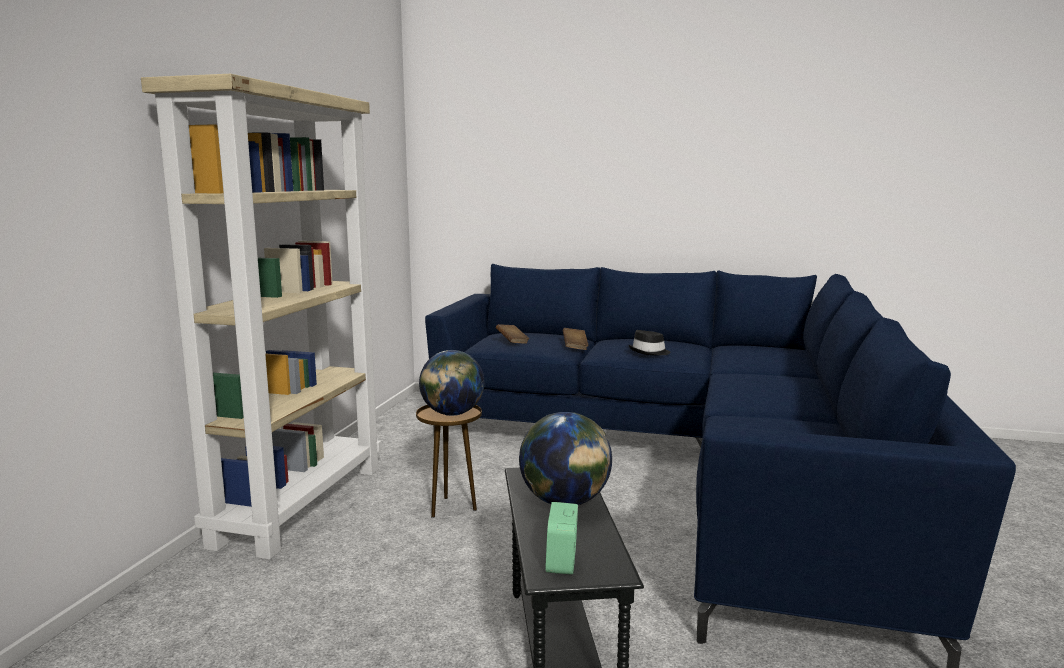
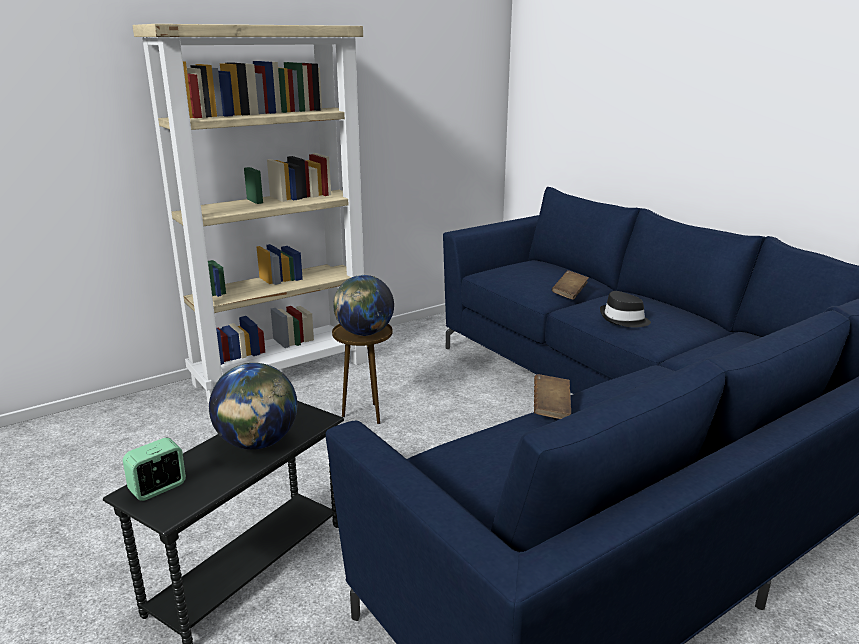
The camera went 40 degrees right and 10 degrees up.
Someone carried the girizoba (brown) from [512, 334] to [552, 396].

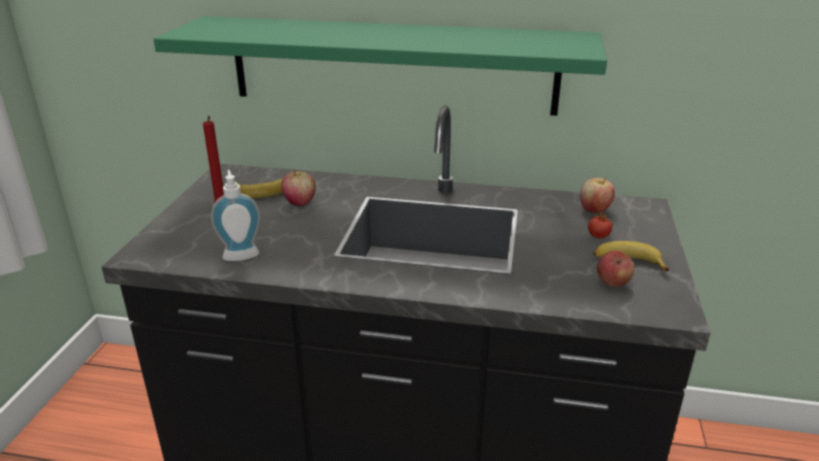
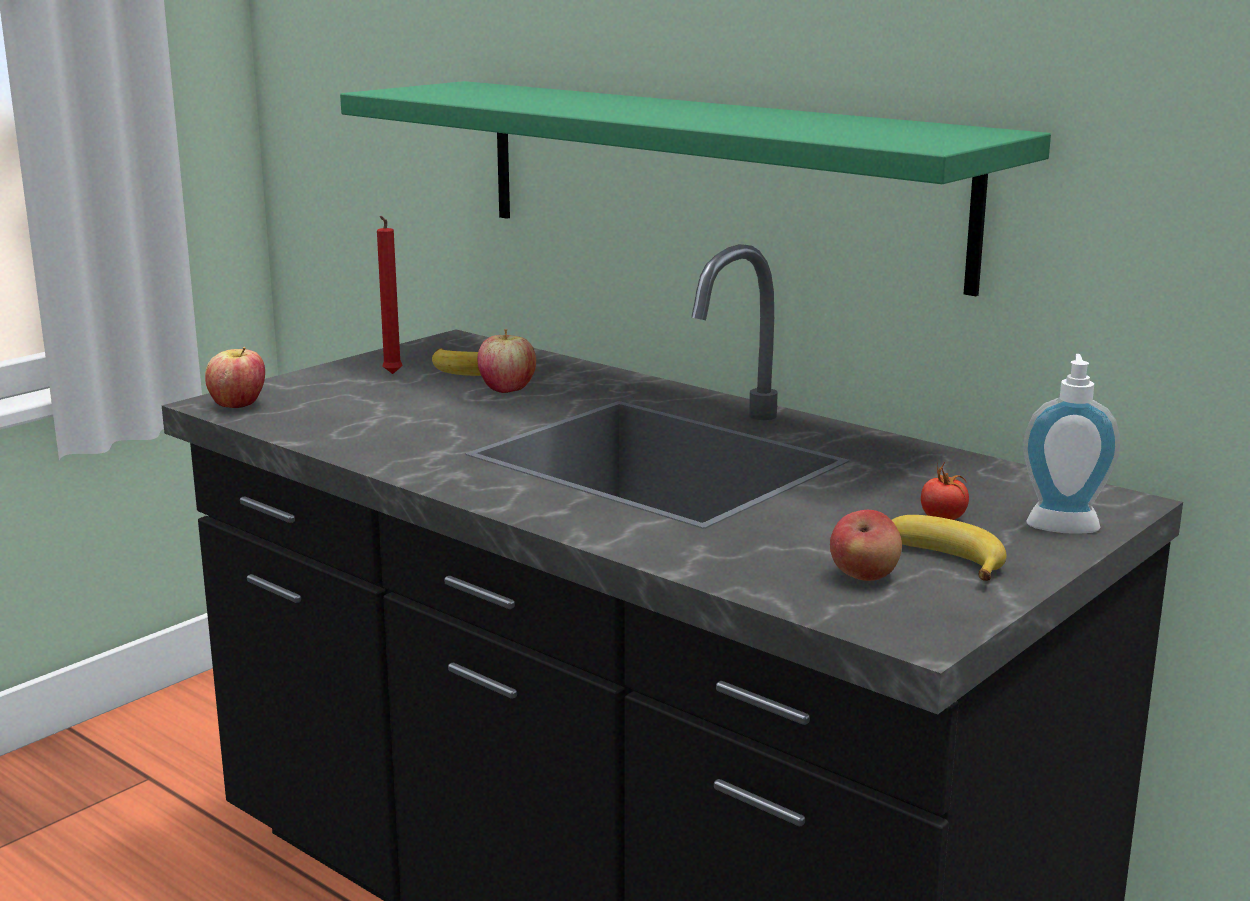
The camera went 30 degrees right and 10 degrees down.
Someone carried the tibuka from [235, 215] to [1071, 444].
Someone carried the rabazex from [597, 195] to [235, 377].

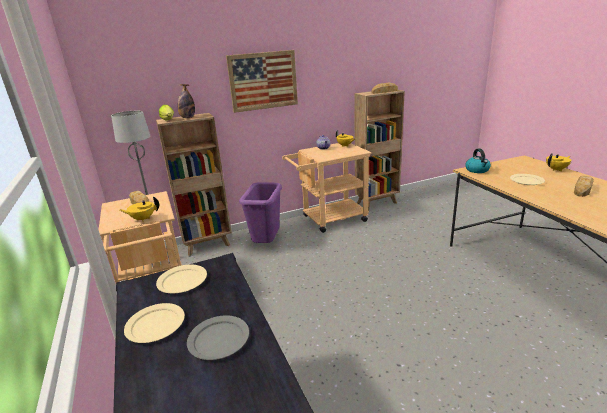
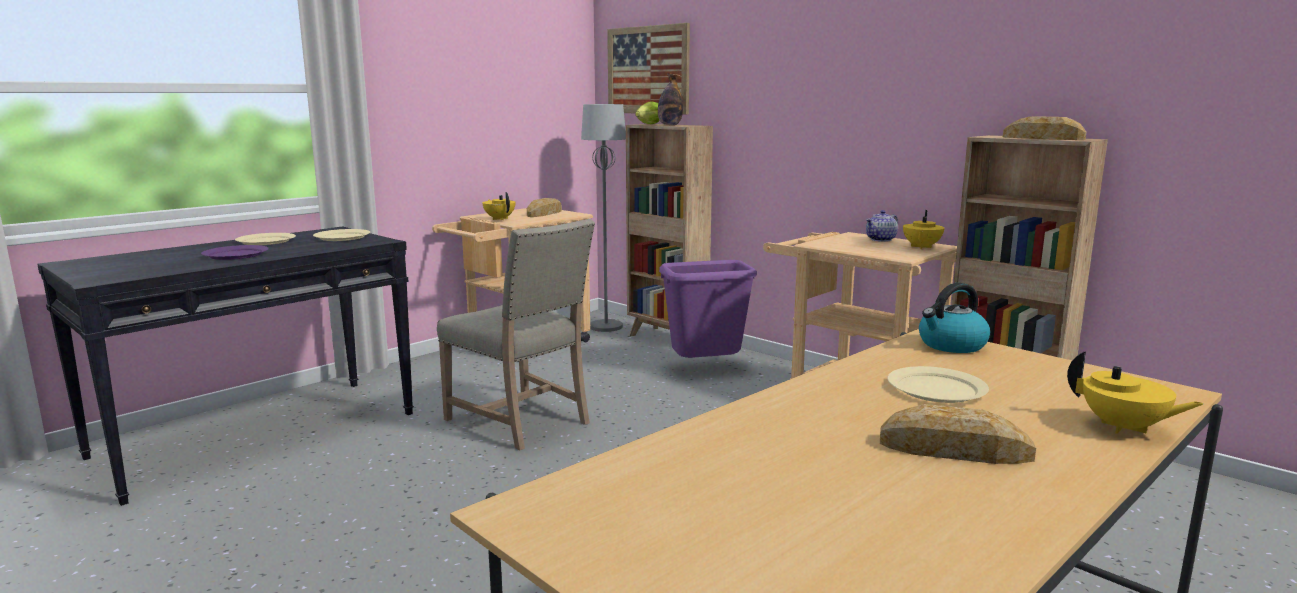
The camera went 65 degrees right and 10 degrees down.
Someone put down the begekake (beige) at [516, 334].
Someone carried the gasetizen from [262, 81] to [648, 69].
Someone repainted the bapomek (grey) at [218, 337], which became the bapomek (purple) at [235, 252].

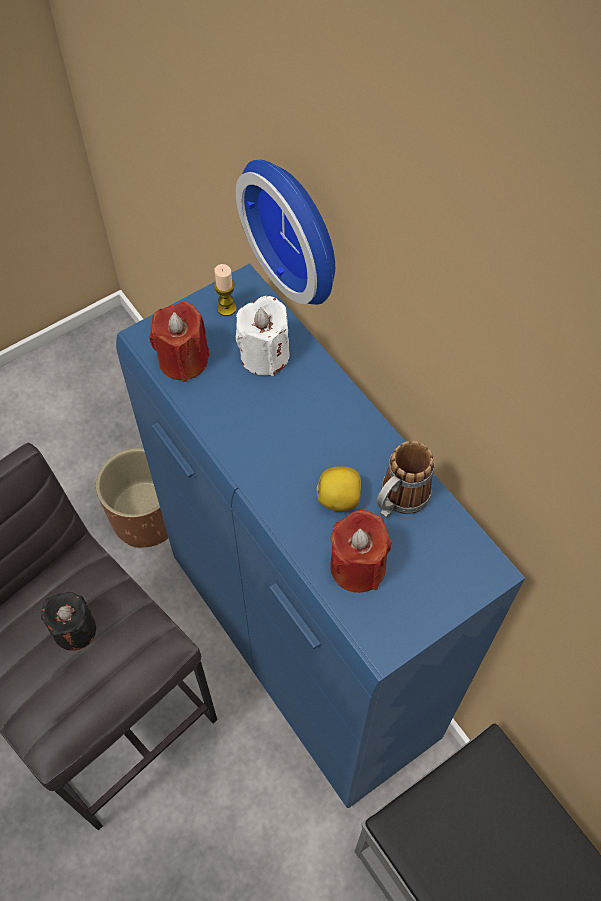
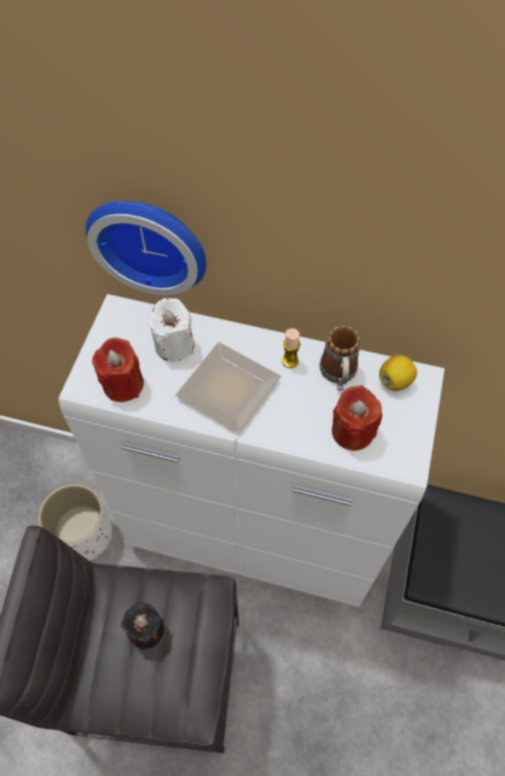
The camera went 40 degrees left and 0 degrees up.
Someone put down the bapomek at [228, 387].
Someone carried the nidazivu from [225, 290] to [291, 348].
Someone carried the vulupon from [339, 488] to [398, 372].
Someone repainted the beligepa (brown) at [132, 498], which became the beligepa (white) at [75, 522].
Someone repainted the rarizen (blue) at [320, 536], which became the rarizen (white) at [252, 450].

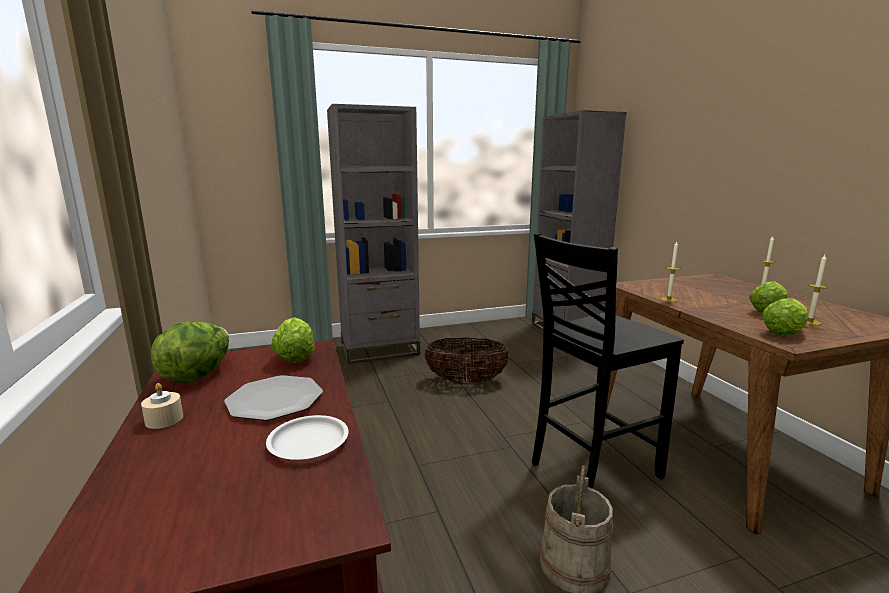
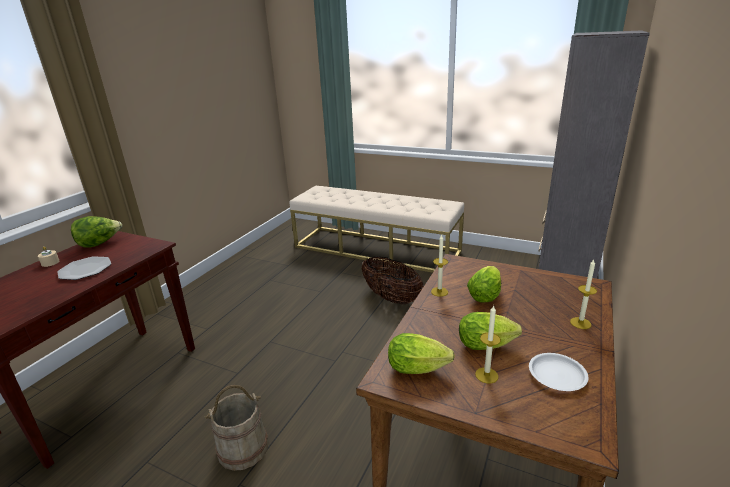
The camera went 45 degrees right and 10 degrees up.
Someone took away the begekake (black) at [608, 361].
Someone carried the bapomek (white) from [307, 437] to [559, 372].
Someone carried the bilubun from [293, 340] to [484, 284].
Someone swapped the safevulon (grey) at [373, 234] for the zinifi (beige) at [376, 229].

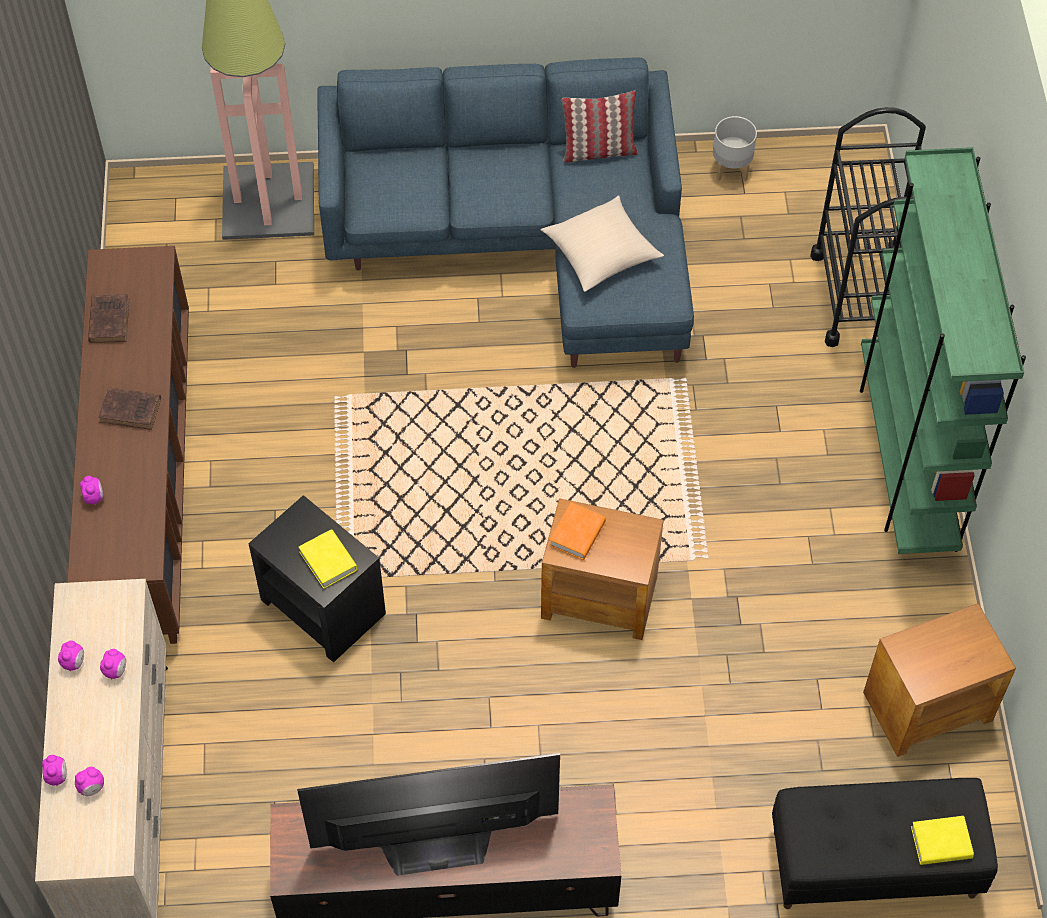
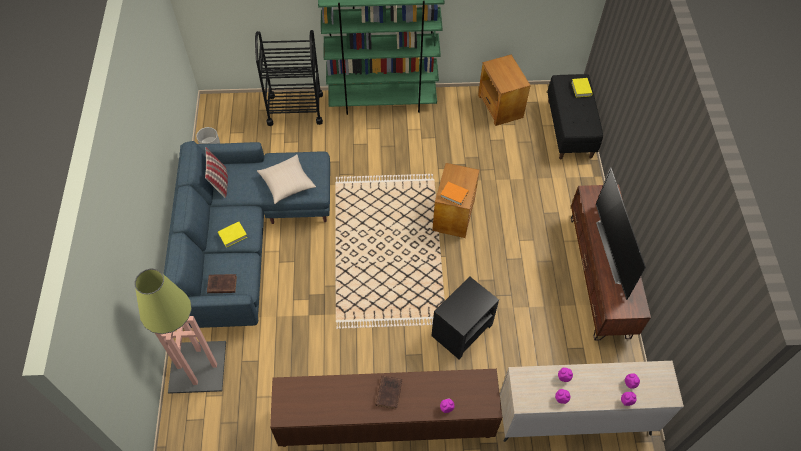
The camera went 90 degrees left and 0 degrees up.
Someone carried the girizoba (brown) from [108, 318] to [222, 283].
Someone carried the girizoba (yellow) from [328, 559] to [232, 235].

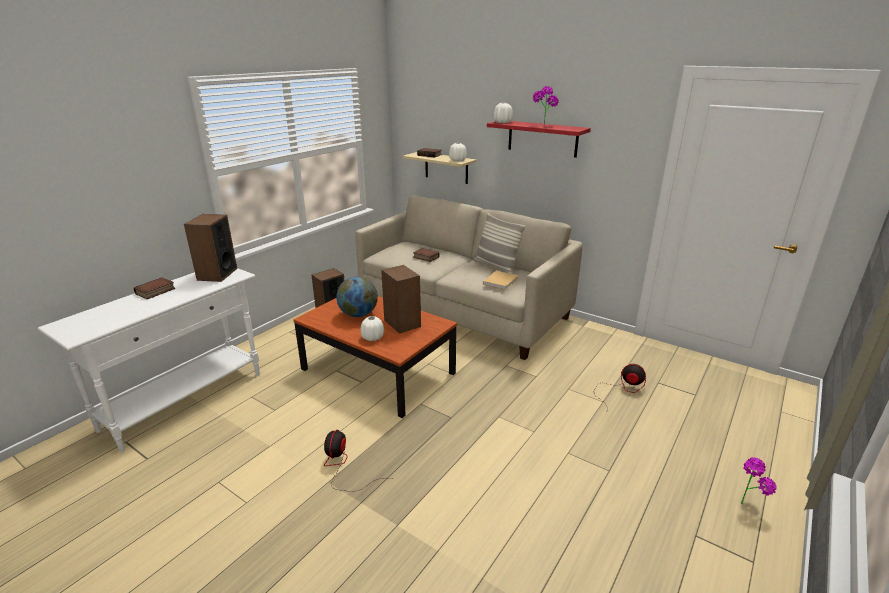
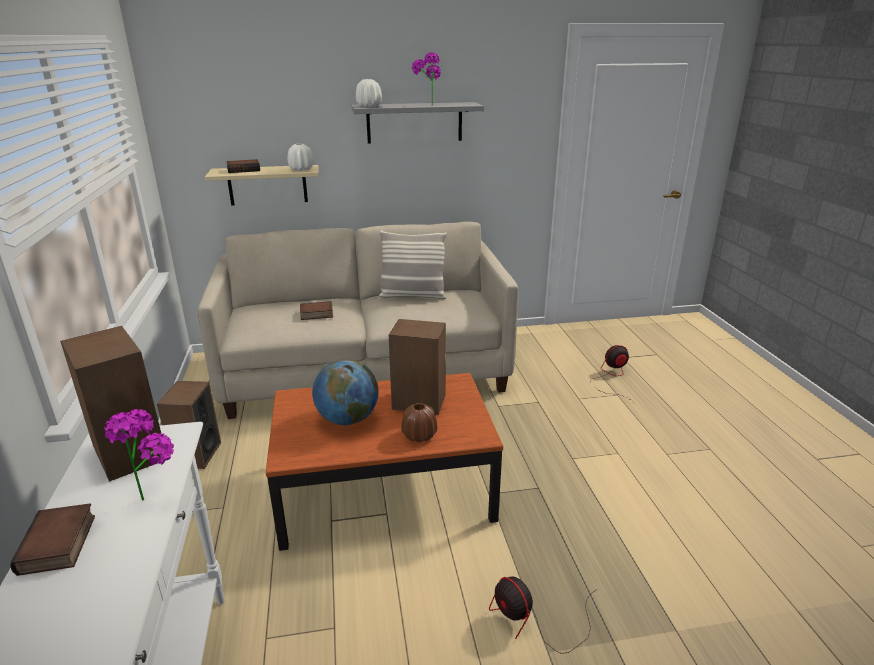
The camera went 45 degrees left and 0 degrees up.
Someone took away the girizoba (beige) at [500, 280].
Someone carried the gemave from [759, 480] to [139, 455].
Someone repainted the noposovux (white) at [372, 328], which became the noposovux (brown) at [419, 422].
Someone repainted the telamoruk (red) at [539, 139], which became the telamoruk (grey) at [418, 123].

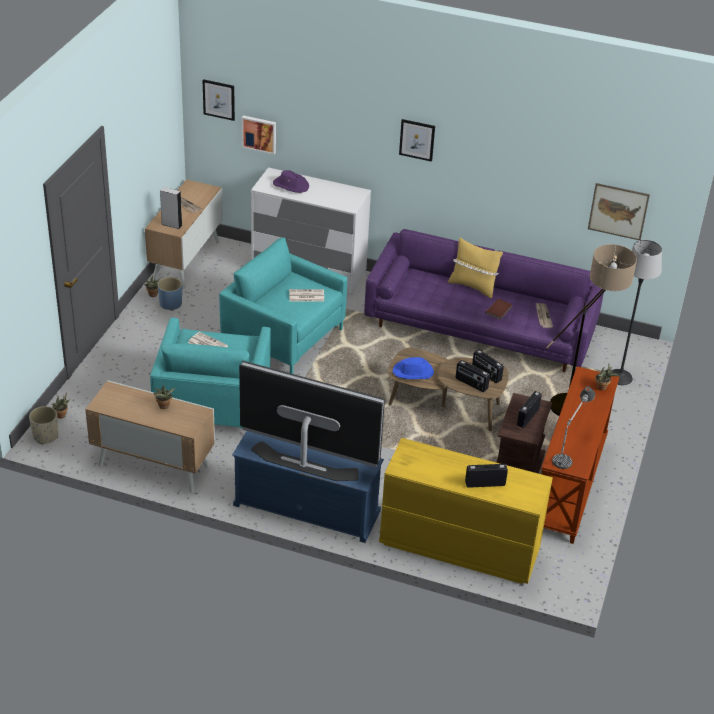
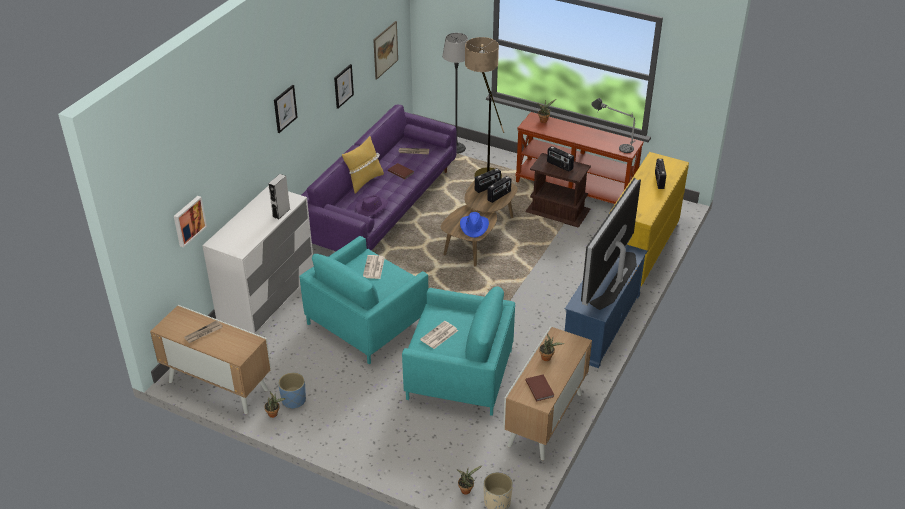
The camera went 80 degrees left and 0 degrees up.
Someone put down the girizoba (brown) at [539, 388].
Someone carried the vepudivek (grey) from [171, 208] to [279, 196].
Someone carried the gasetizen from [219, 100] to [344, 86].
Someone carried the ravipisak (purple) from [291, 181] to [372, 205].

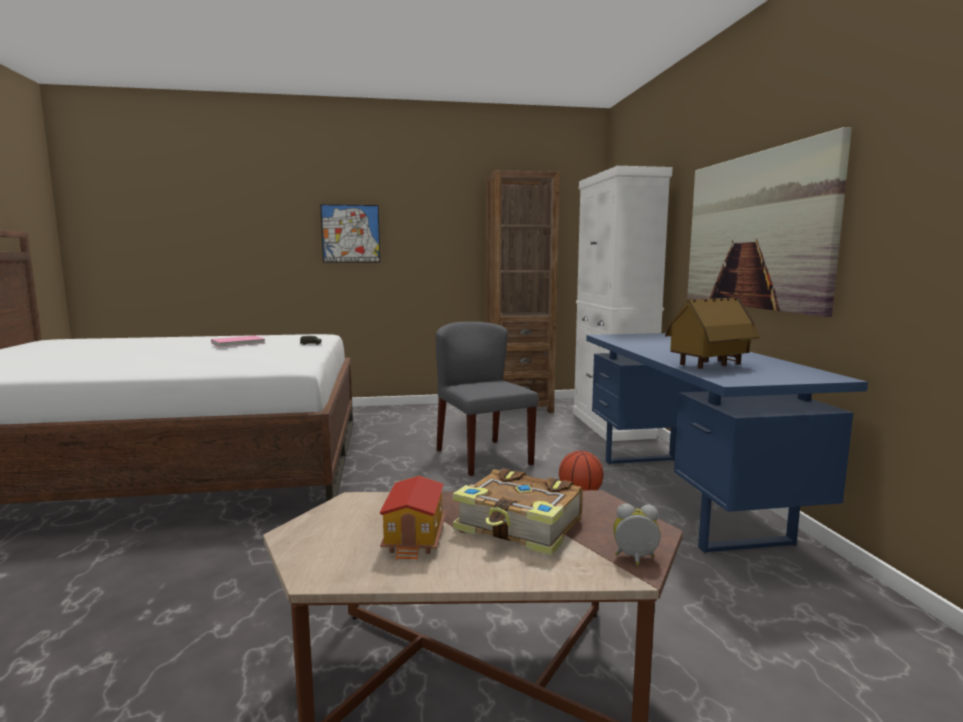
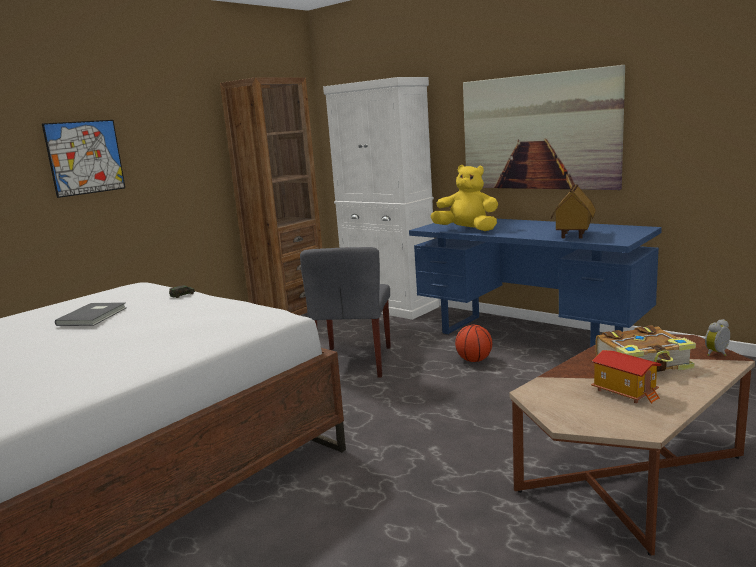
The camera went 40 degrees left and 5 degrees up.
Someone put down the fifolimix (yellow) at [464, 198].
Someone repainted the girizoba (pink) at [238, 341], which became the girizoba (grey) at [90, 314].
Someone rotated the begekake (grey) at [487, 399] by 105 degrees counterclockwise.

